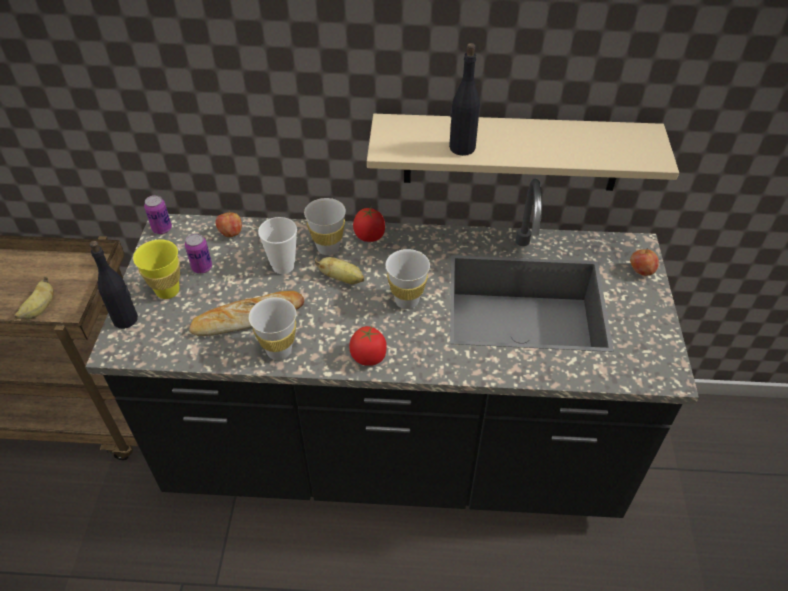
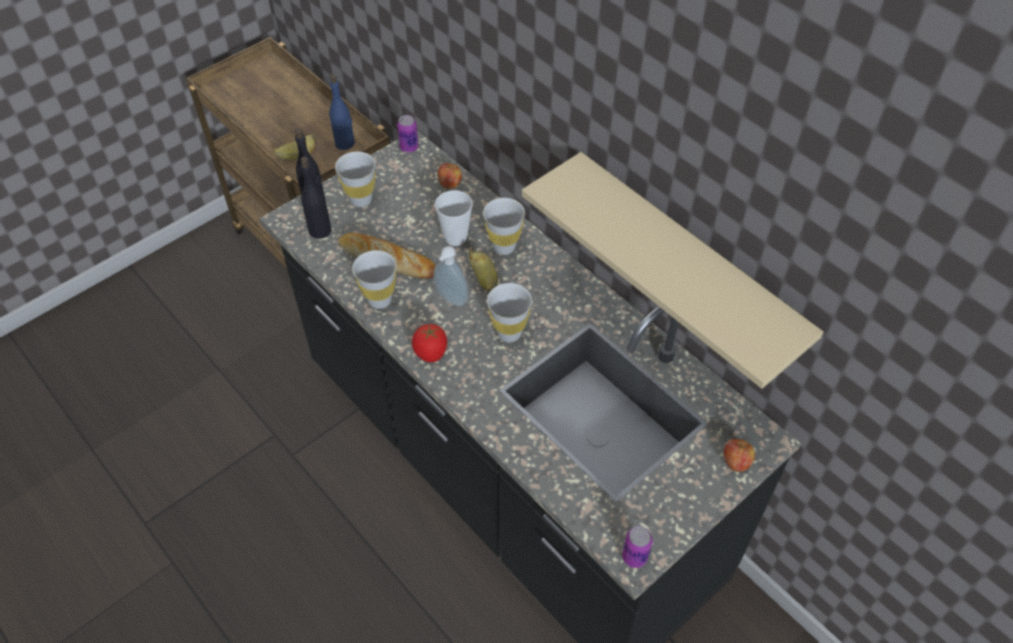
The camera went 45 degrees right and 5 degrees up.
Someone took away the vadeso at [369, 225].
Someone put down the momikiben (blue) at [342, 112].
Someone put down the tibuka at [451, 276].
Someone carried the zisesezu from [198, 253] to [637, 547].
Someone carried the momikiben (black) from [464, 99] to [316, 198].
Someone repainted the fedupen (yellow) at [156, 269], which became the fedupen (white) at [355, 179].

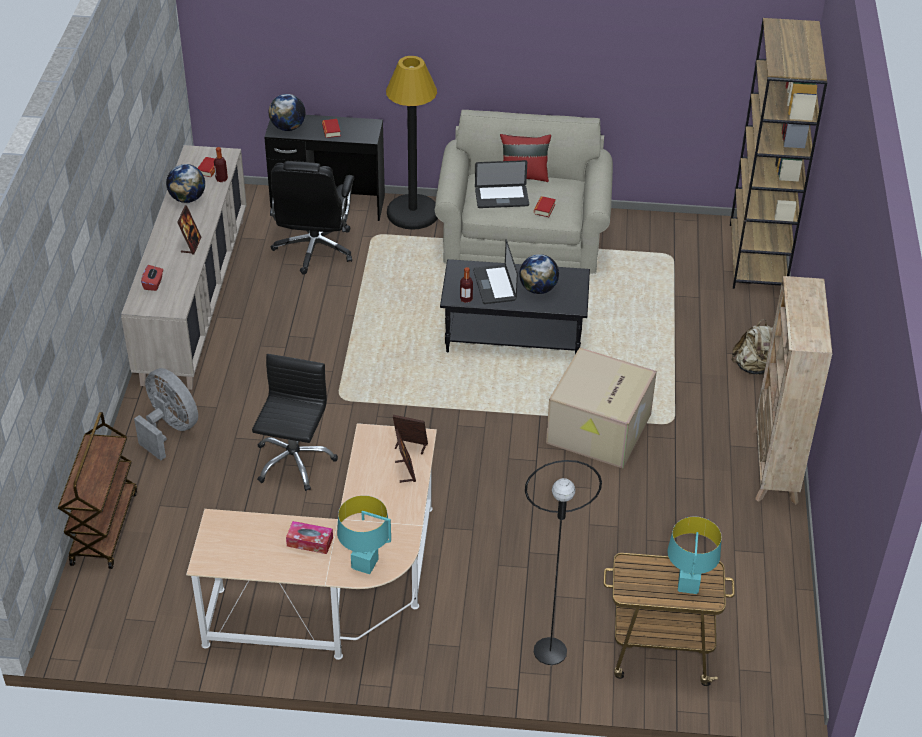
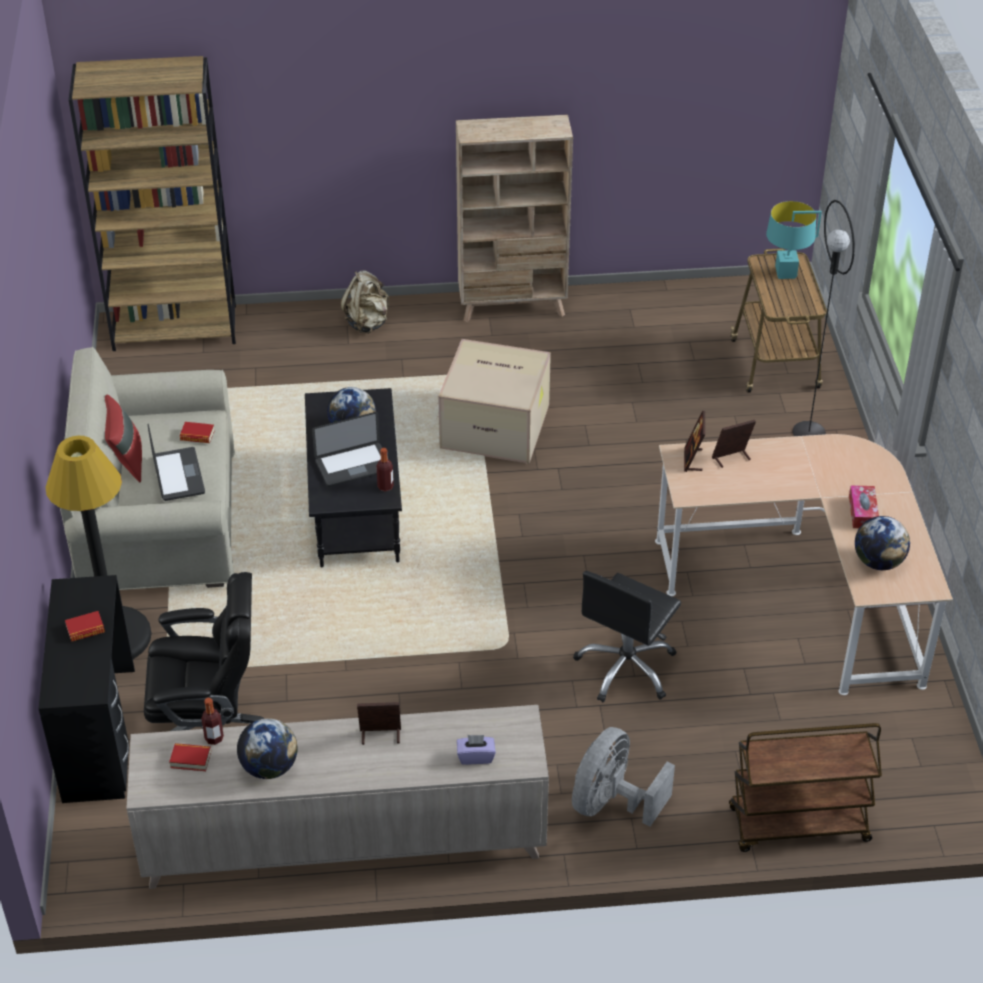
The camera went 100 degrees left and 0 degrees up.
Someone took away the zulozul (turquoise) at [364, 534].
Someone carried the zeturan from [287, 112] to [882, 543].
Someone repainted the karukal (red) at [152, 278], which became the karukal (purple) at [476, 750].
Someone rotated the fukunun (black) at [295, 422] by 60 degrees counterclockwise.

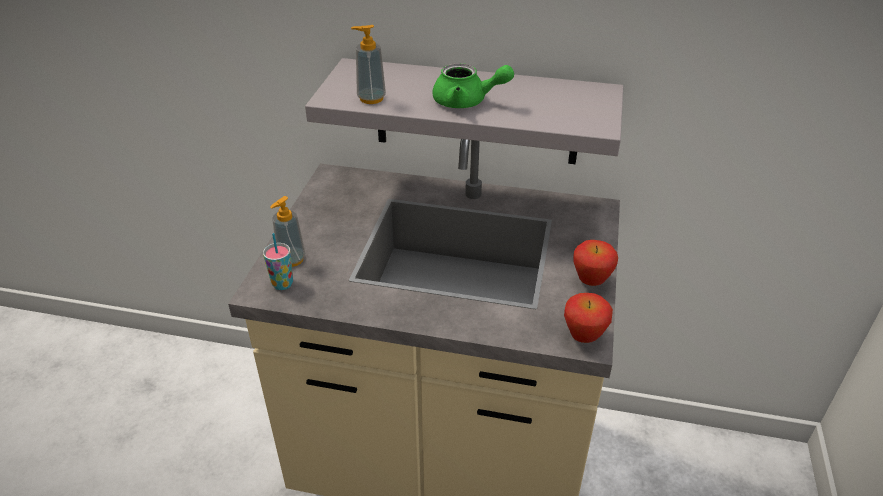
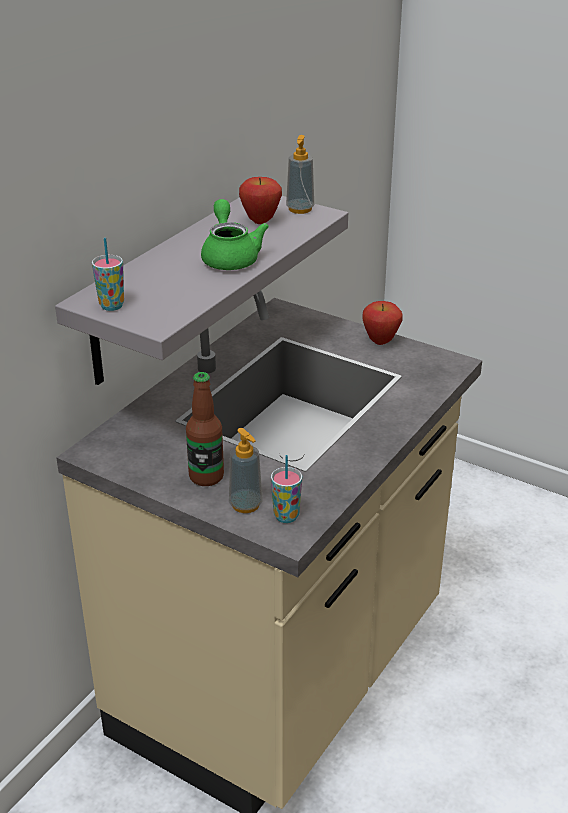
The camera went 70 degrees left and 5 degrees down.
Someone put down the fedupen at [108, 274].
Someone put down the momikiben at [205, 429].
Someone carried the tibuka from [368, 64] to [300, 174].
Someone carried the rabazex from [588, 318] to [260, 200].
Someone rotated the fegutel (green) at [473, 85] by 45 degrees counterclockwise.

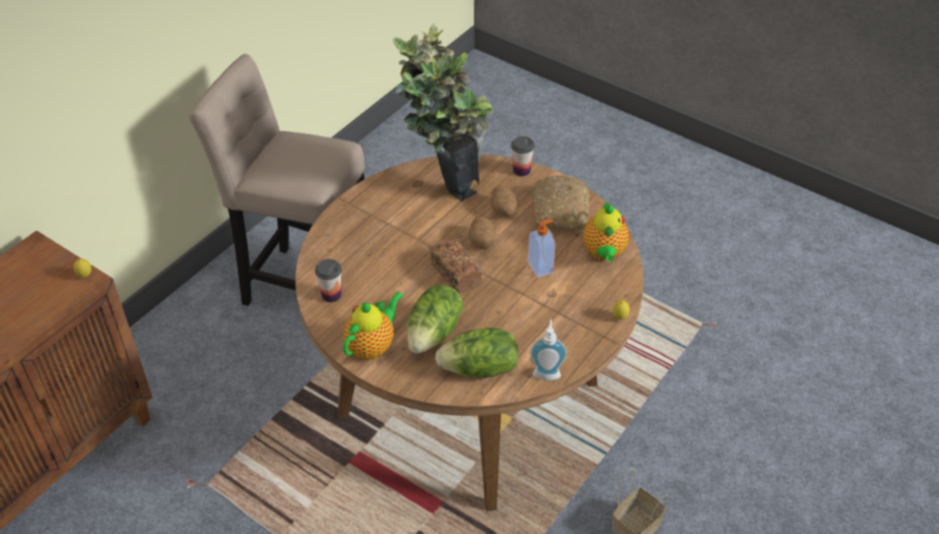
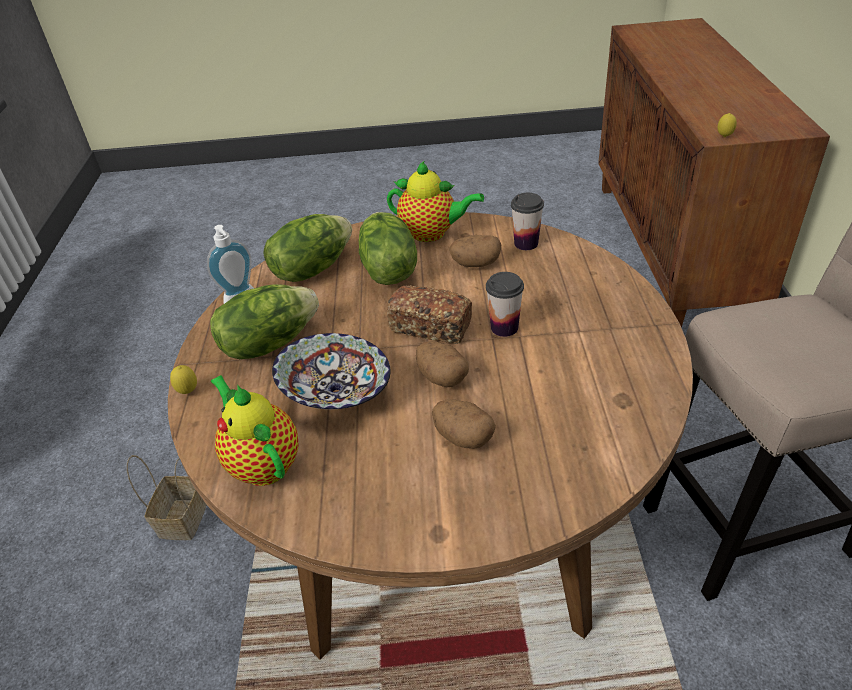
The camera went 145 degrees right and 5 degrees down.
Someone took away the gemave at [443, 112].
Someone took away the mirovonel at [561, 202].
Someone put down the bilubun at [264, 322].
Someone put down the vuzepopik at [475, 251].
Someone carried the fedupen from [523, 156] to [505, 304].
Someone swapped the tibuka at [541, 249] for the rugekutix at [331, 371].
Someone rotated the fegutel at [373, 326] by 75 degrees counterclockwise.

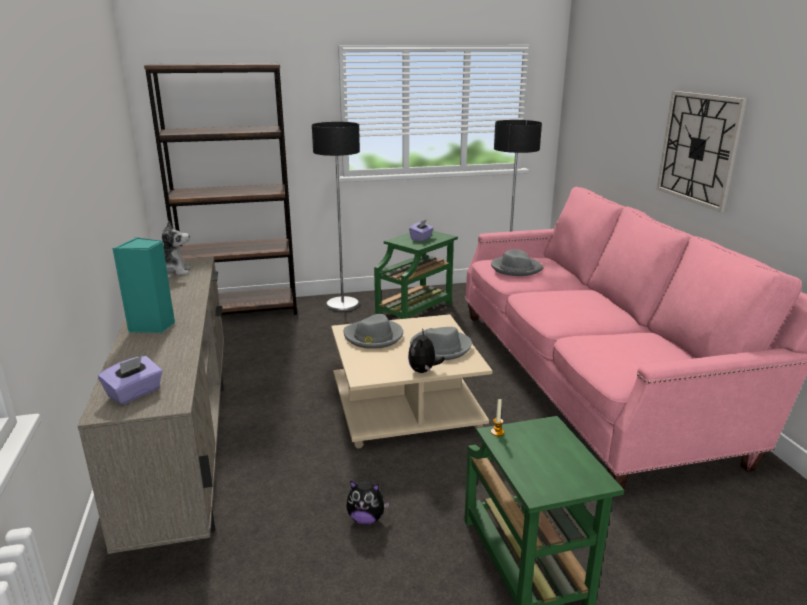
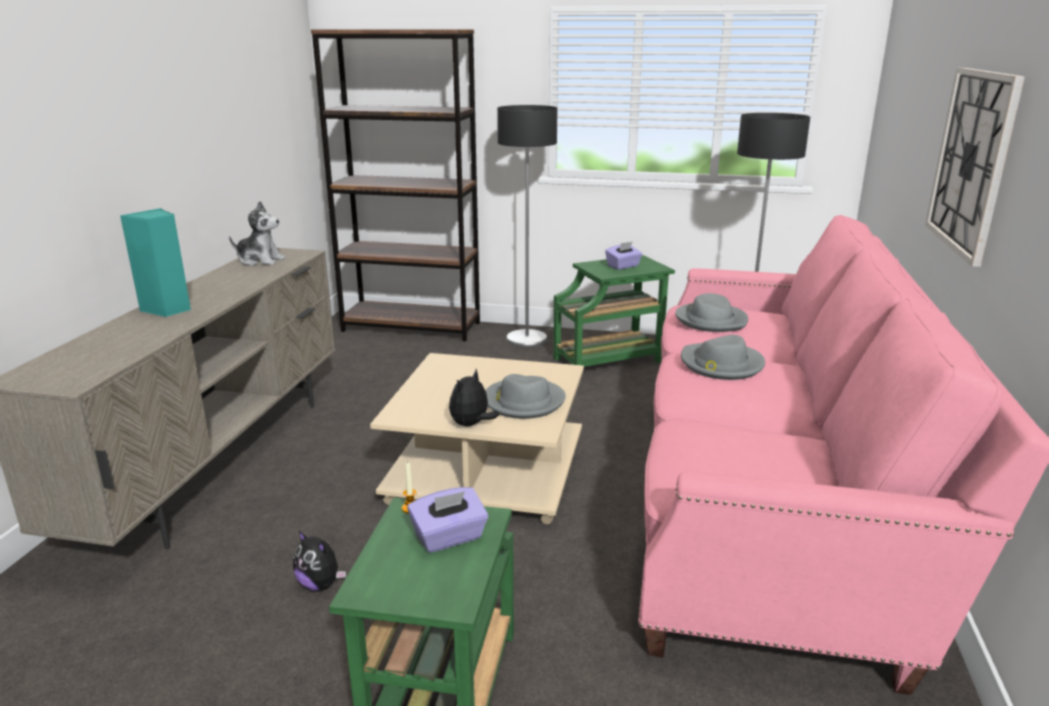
The camera went 25 degrees right and 0 degrees up.
Someone carried the karukal (purple) from [130, 380] to [447, 520].
Someone carried the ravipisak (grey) from [373, 331] to [723, 357].

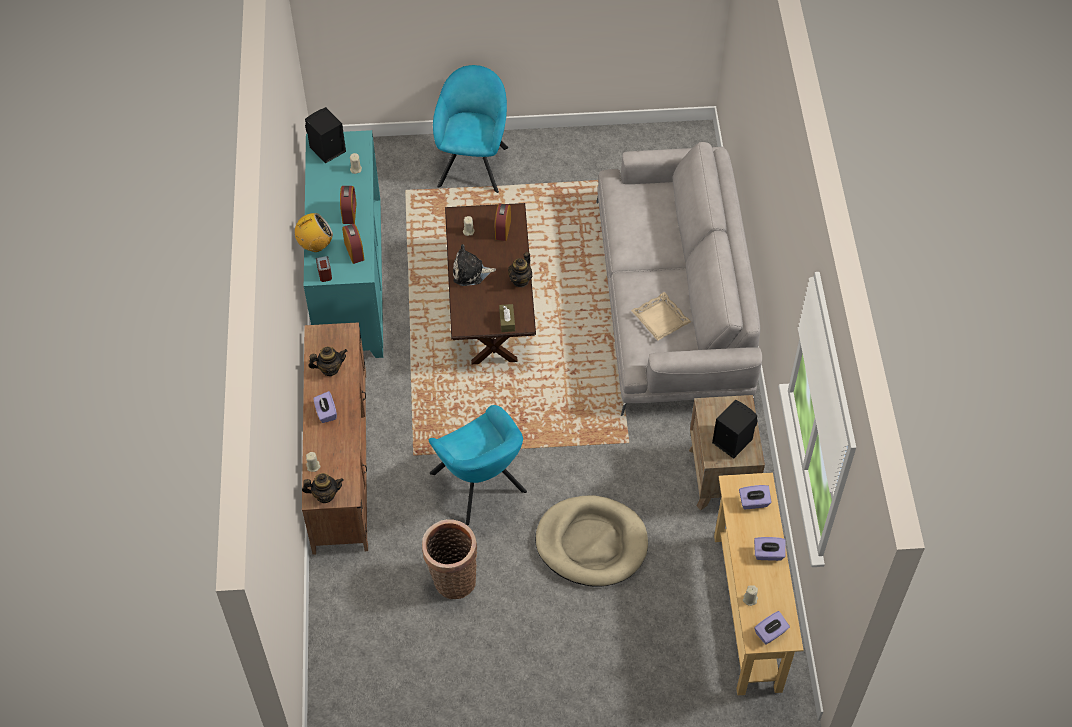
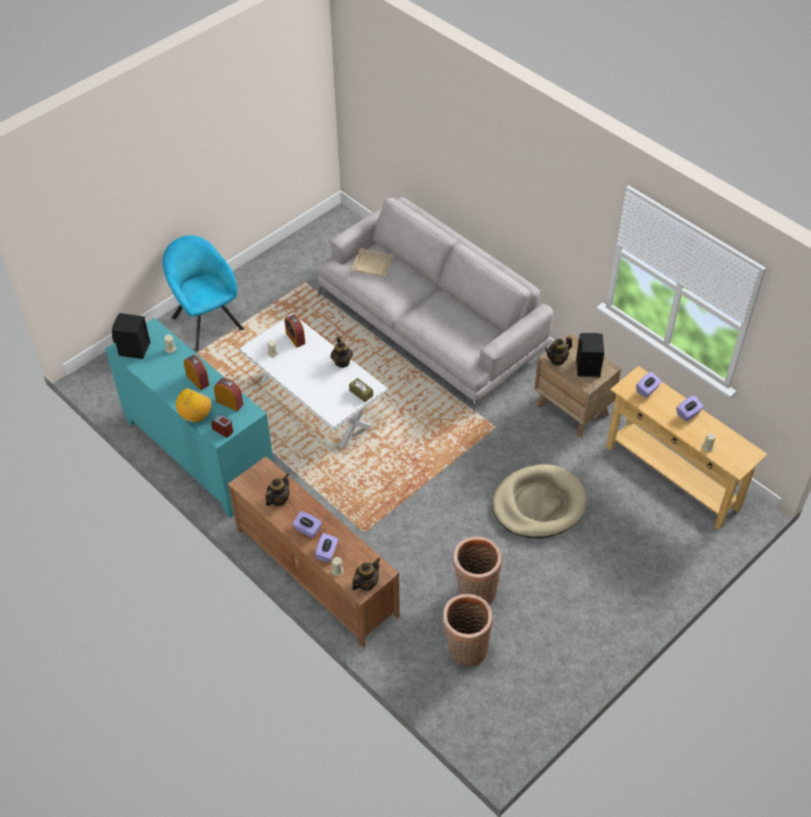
The camera went 40 degrees left and 5 degrees down.
Someone took away the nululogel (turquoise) at [478, 465].
Someone took away the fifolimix at [474, 265].
Someone put down the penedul at [467, 630].
Someone put down the fegutel at [559, 351].
Someone carried the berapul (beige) from [661, 316] to [372, 262].
Someone carried the karukal (purple) from [772, 628] to [326, 547].
Someone repainted the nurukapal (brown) at [490, 283], which became the nurukapal (white) at [313, 380].

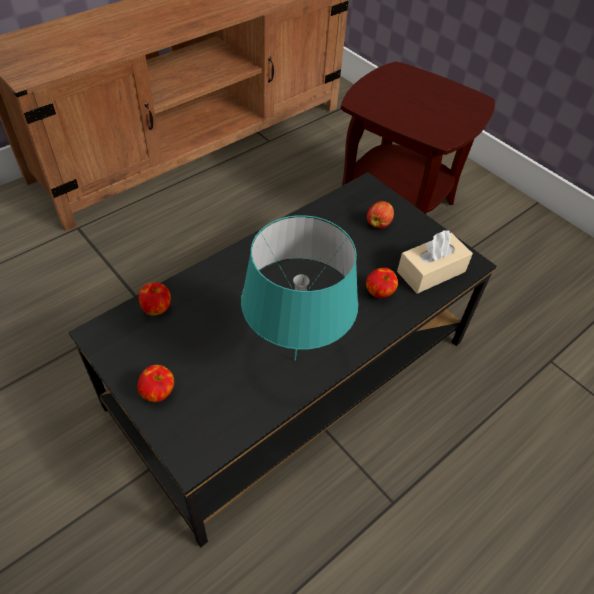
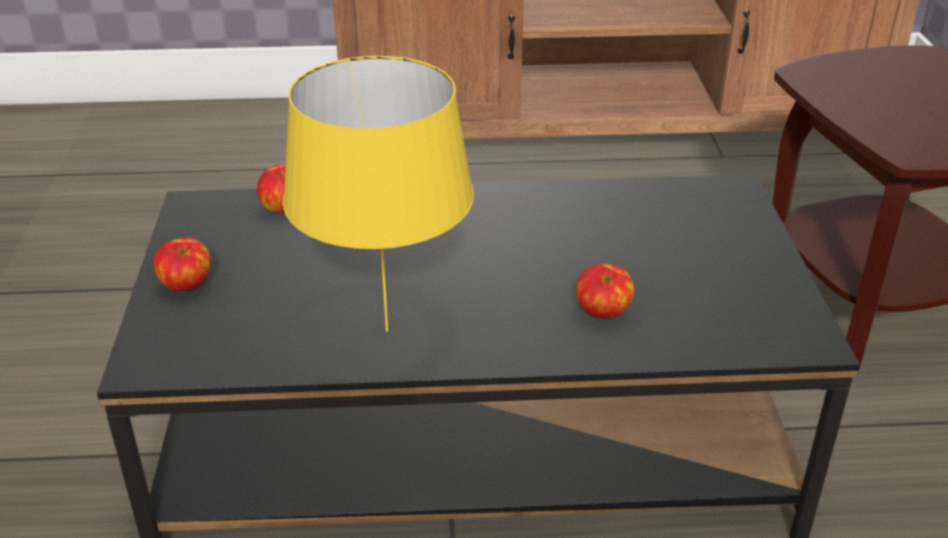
The camera went 40 degrees right and 15 degrees down.
Someone took away the rabazex at [380, 215].
Someone took away the karukal (beige) at [435, 262].
Someone repainted the zulozul (turquoise) at [299, 288], which became the zulozul (yellow) at [378, 194].

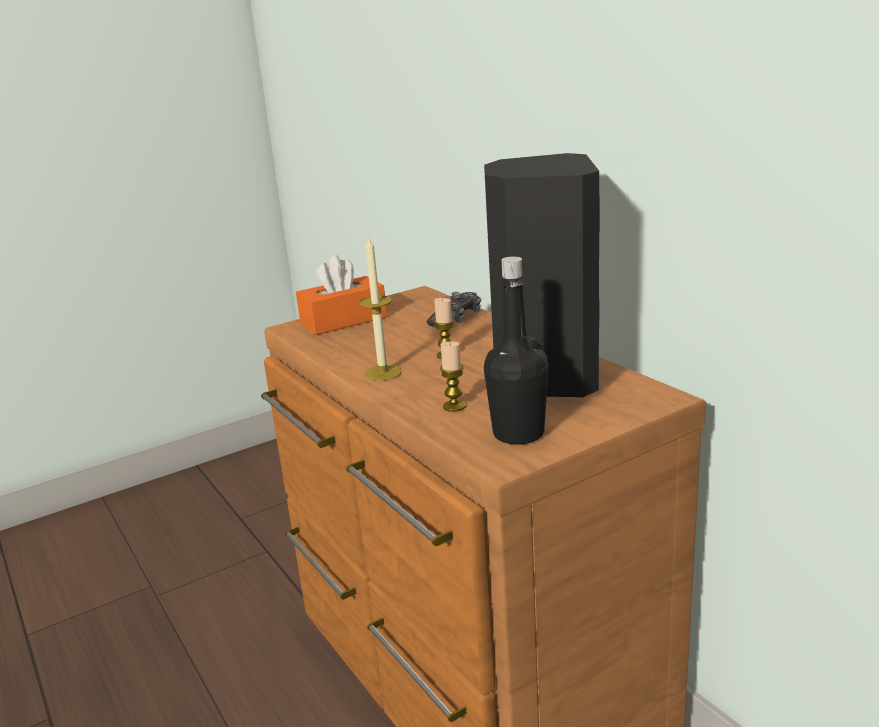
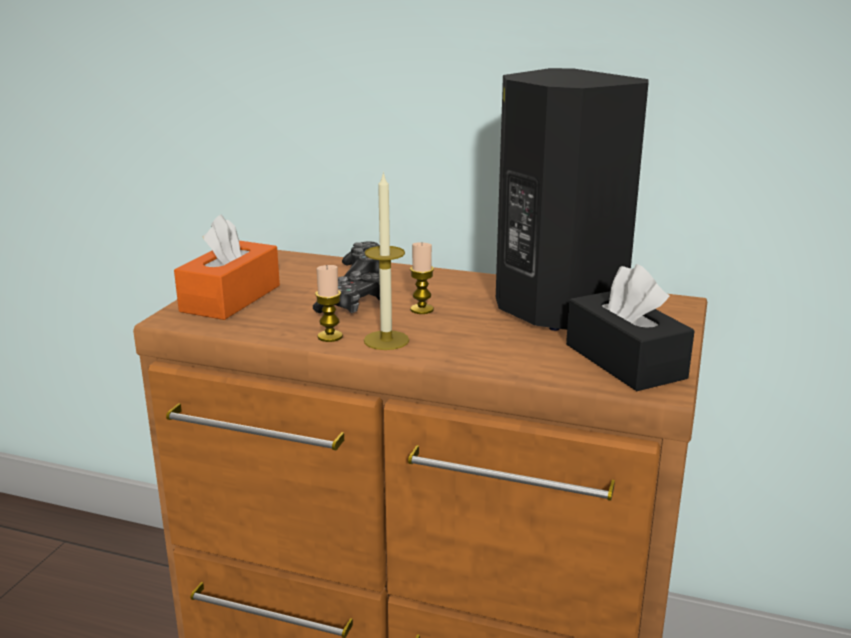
The camera went 40 degrees left and 0 degrees up.
Someone put down the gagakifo at [346, 292].
Someone carried the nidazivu from [453, 377] to [329, 303].
Someone swapped the momikiben (black) at [516, 350] for the karukal (black) at [630, 327].

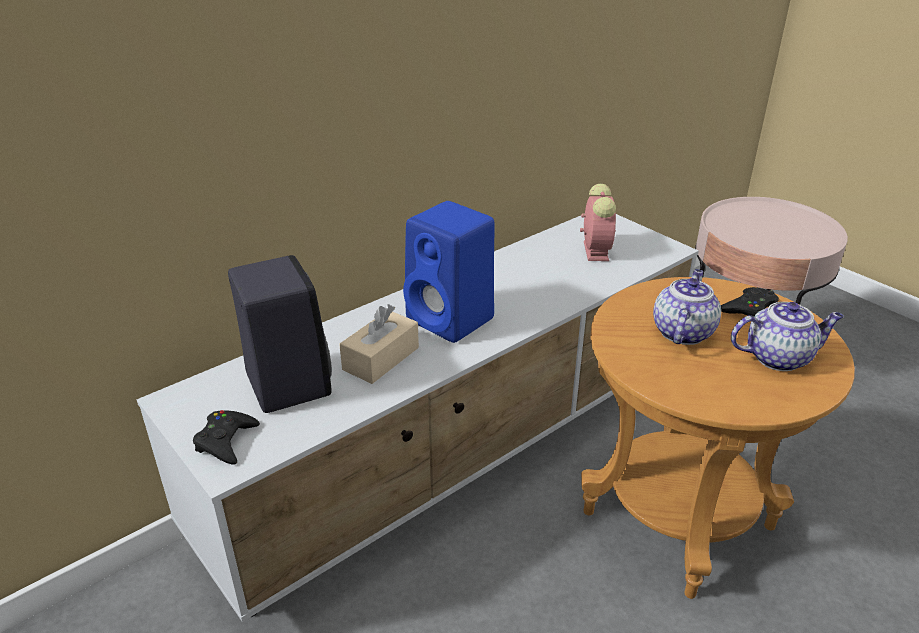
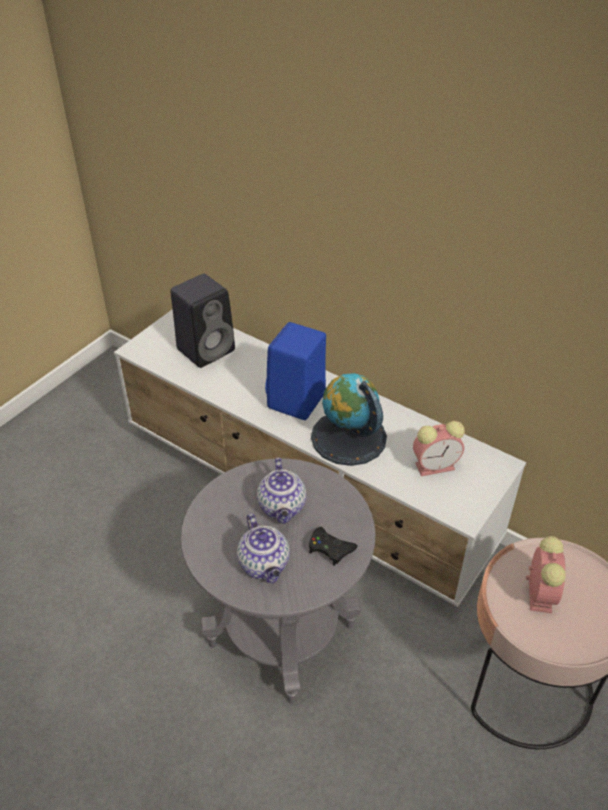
The camera went 75 degrees right and 10 degrees up.
Someone took away the gagakifo (black) at [226, 437].
Someone took away the karukal (beige) at [379, 344].
Someone put down the zeturan at [349, 419].
Someone put down the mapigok at [546, 574].
Someone repainted the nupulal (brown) at [718, 438], which became the nupulal (grey) at [278, 581].
Someone rotated the fegutel at [687, 307] by 75 degrees clockwise.

